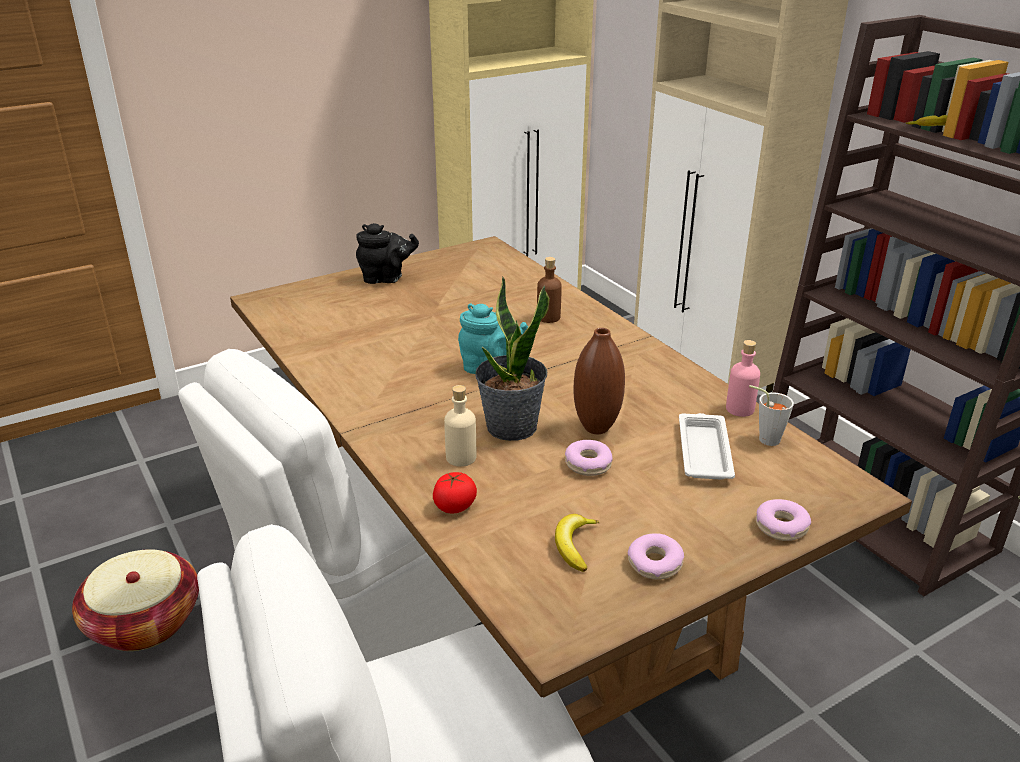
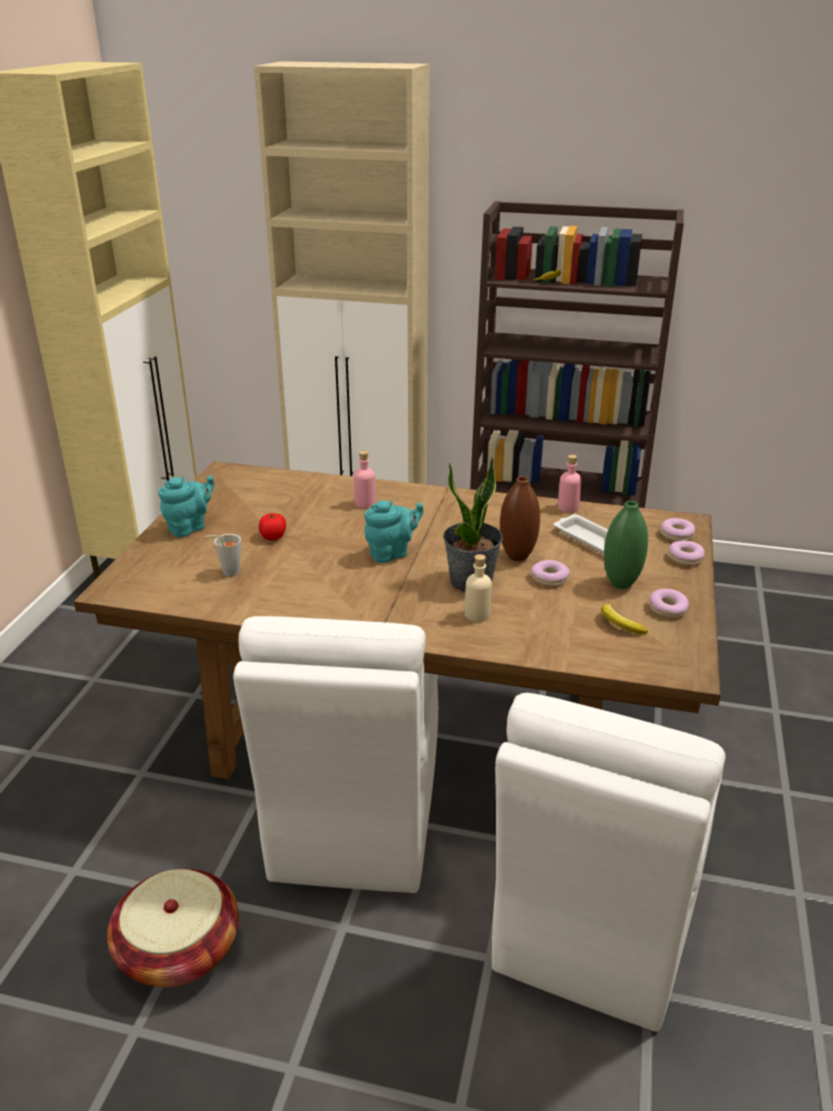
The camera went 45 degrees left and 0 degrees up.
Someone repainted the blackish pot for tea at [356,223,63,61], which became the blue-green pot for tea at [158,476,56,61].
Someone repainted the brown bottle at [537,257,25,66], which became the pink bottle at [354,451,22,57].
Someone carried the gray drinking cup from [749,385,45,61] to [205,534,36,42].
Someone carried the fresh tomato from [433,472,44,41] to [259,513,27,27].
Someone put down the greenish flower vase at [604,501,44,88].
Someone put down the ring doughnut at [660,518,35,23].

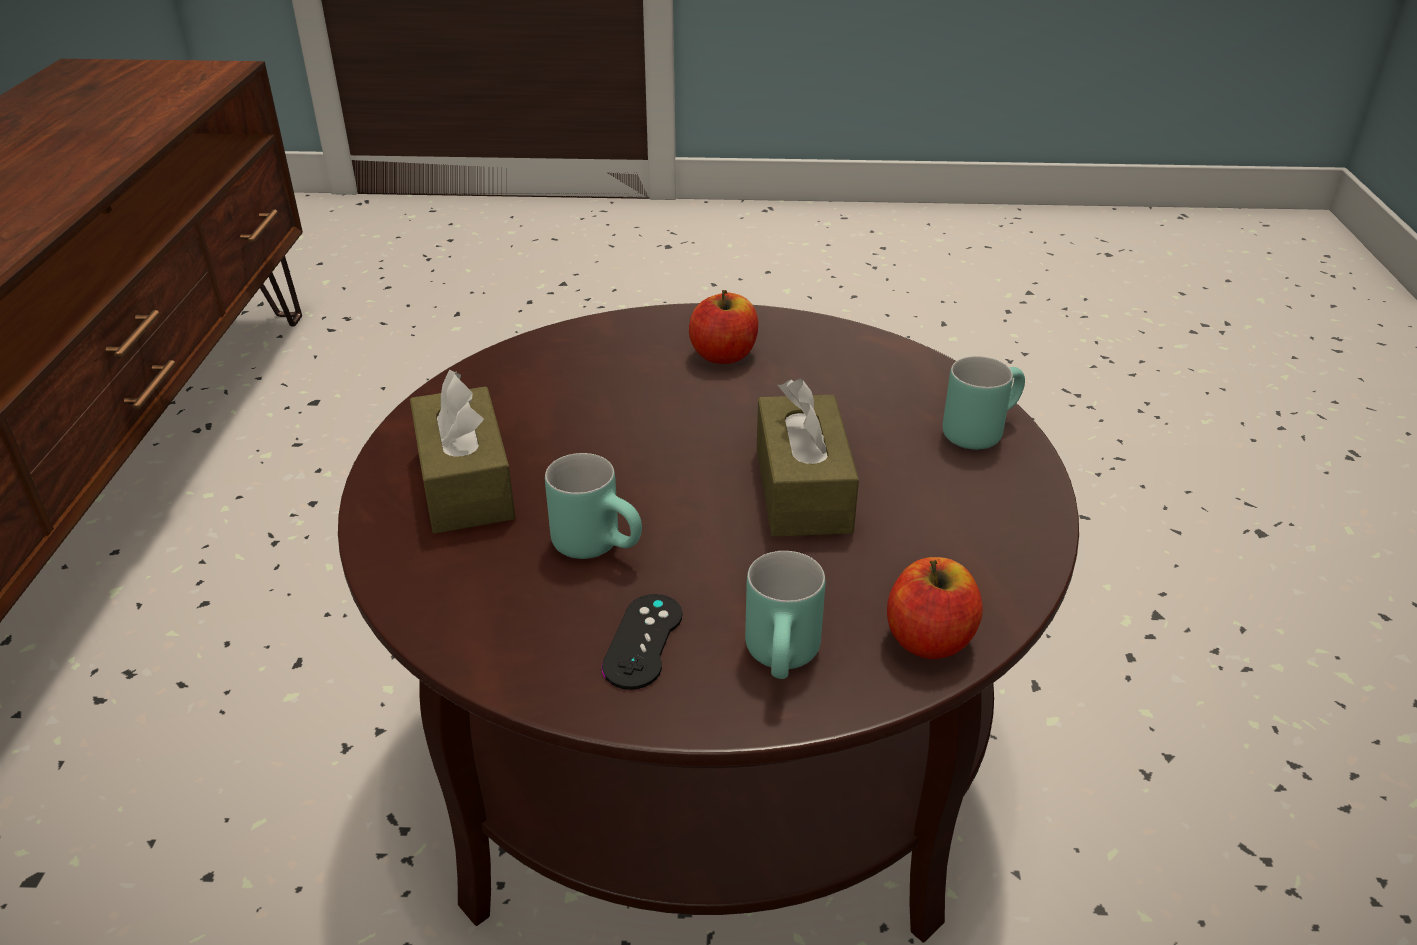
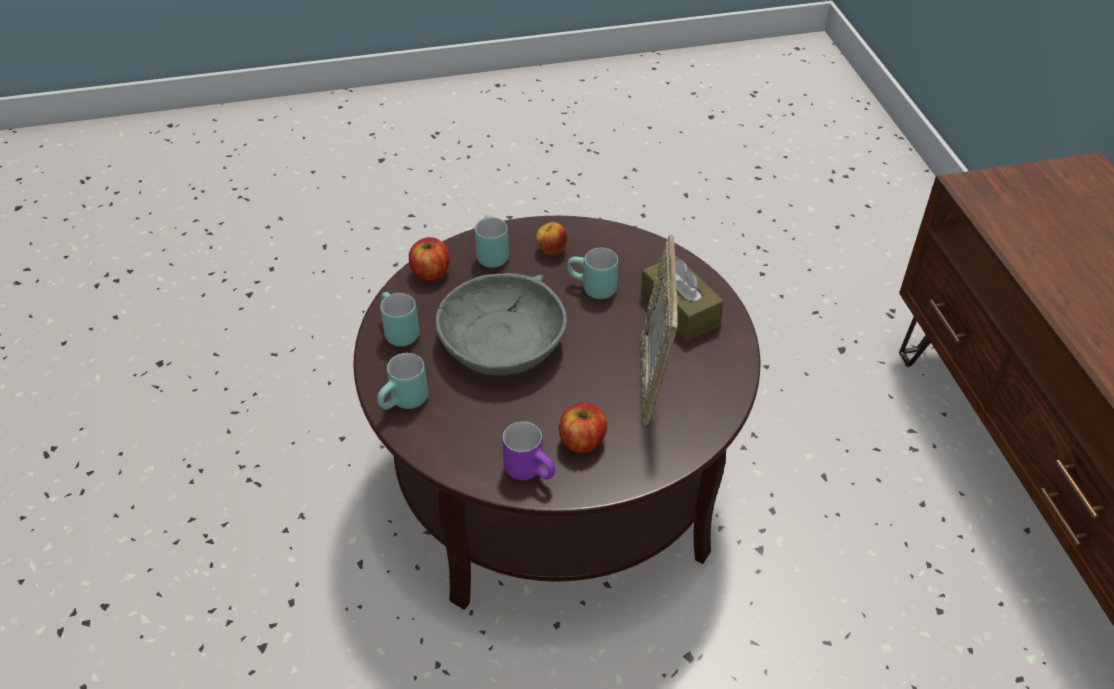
The camera went 165 degrees right and 10 degrees up.
Someone swapped the brown box of tissues at [757,378,102,159] for the gray deep dish at [436,273,131,103].
Someone swapped the blackish game controller at [602,594,80,96] for the apple fruit at [536,222,31,33].
Someone put down the photo frame at [640,235,38,190].
Someone put down the blue-green mug at [380,292,39,54].
Someone put down the purple-coloured mug at [502,421,53,59].

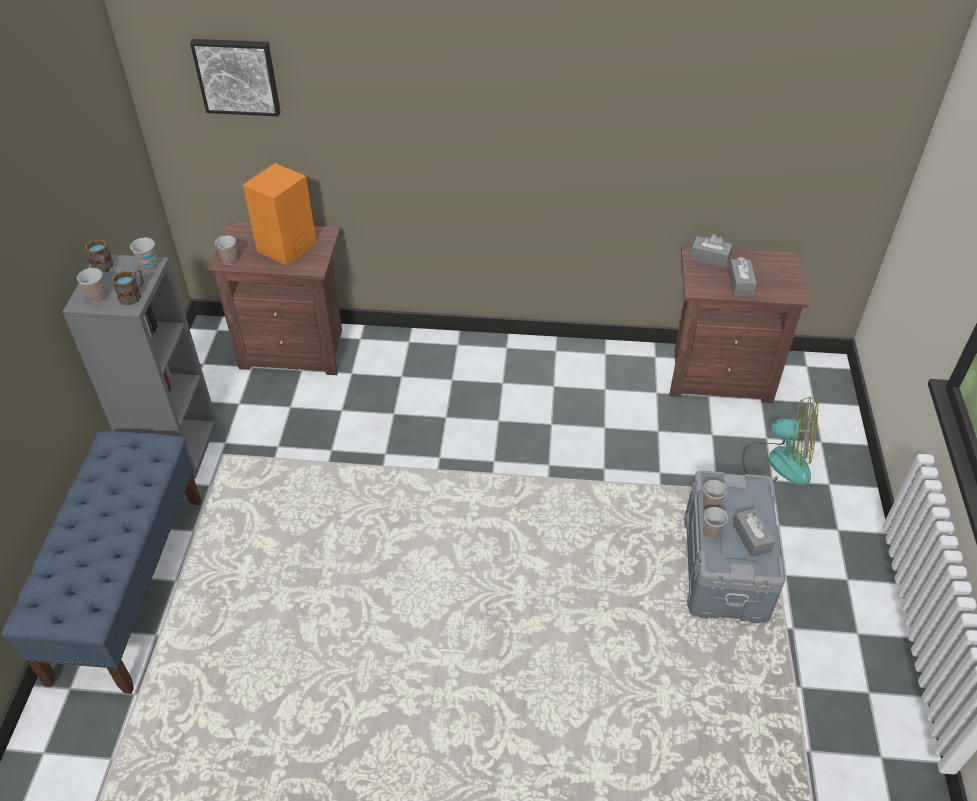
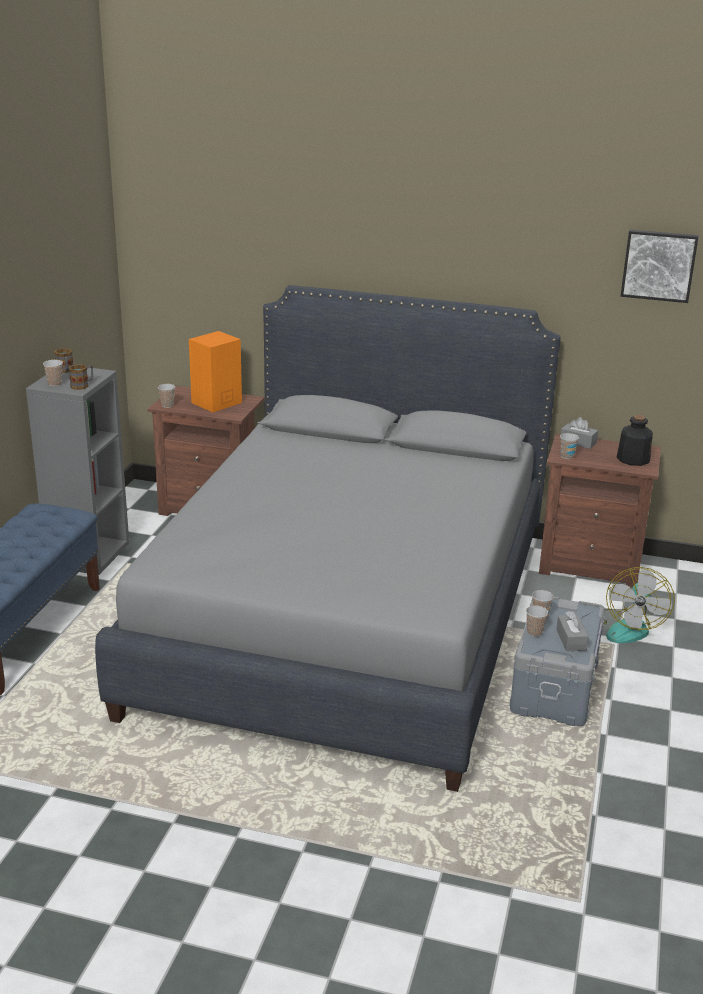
The camera went 10 degrees right and 20 degrees down.
Someone carried the wall art from [190,39,90,77] to [621,230,78,73].
Someone carried the drinking cup from [130,238,27,33] to [560,433,19,26].
Someone took away the gray box of tissues at [728,257,29,39].
Someone rotated the cooling fan at [742,397,76,88] by 75 degrees clockwise.
Someone put down the gray bed at [95,285,466,507].
Someone put down the bottle at [617,415,36,51].

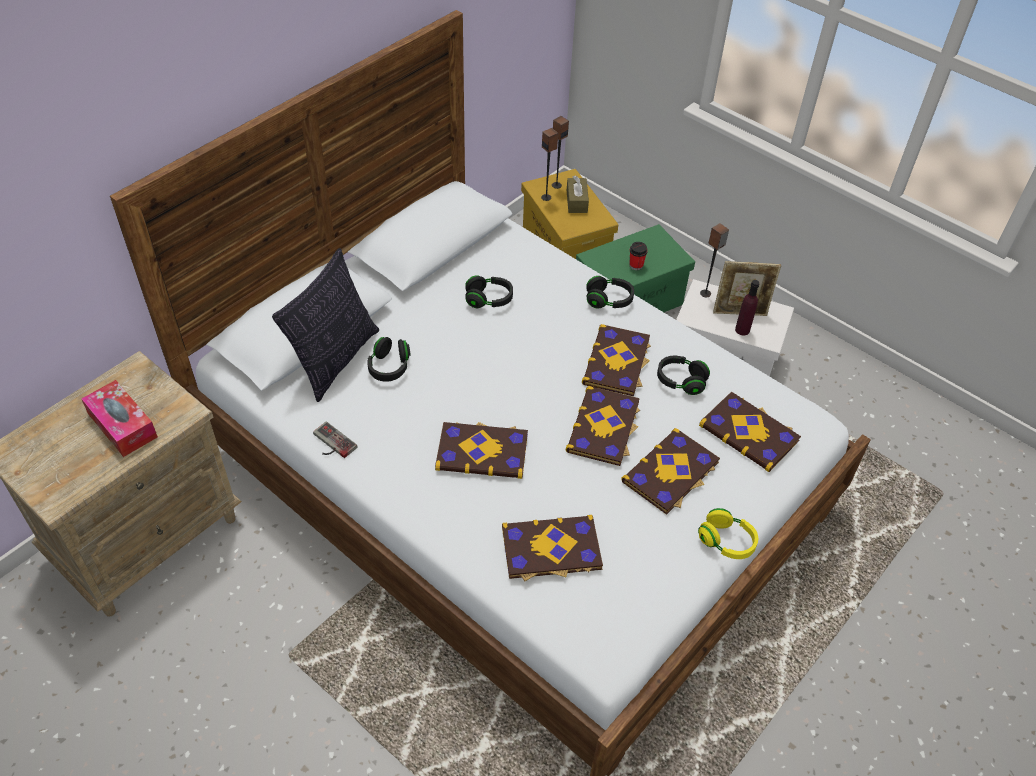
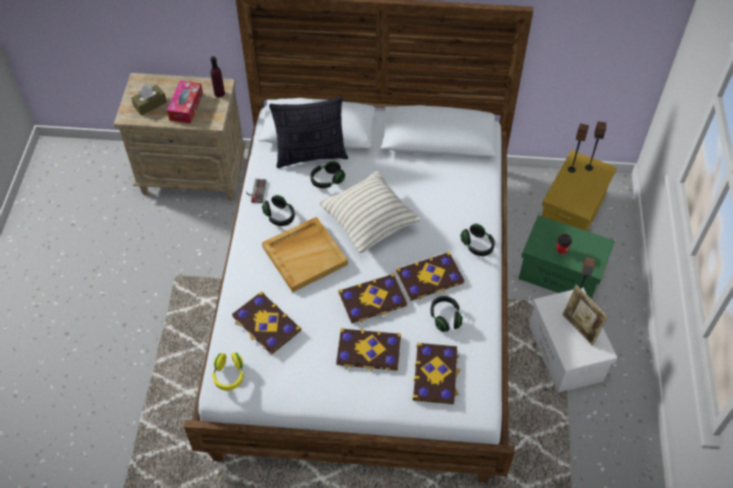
The camera went 55 degrees right and 5 degrees up.
Someone carried the brown box of tissues from [567,176,22,37] to [131,85,36,30].
Someone carried the blackish pair of headphones from [465,275,48,33] to [262,195,33,31].
Someone carried the purple-coloured bottle from [735,280,24,55] to [210,56,15,42].
Someone swapped the book at [435,422,93,57] for the sand-coloured carrying tray at [262,217,86,75].
Someone carried the yellowish pair of headphones from [698,508,60,51] to [212,353,32,38].
Someone put down the throw pillow at [318,171,103,82].

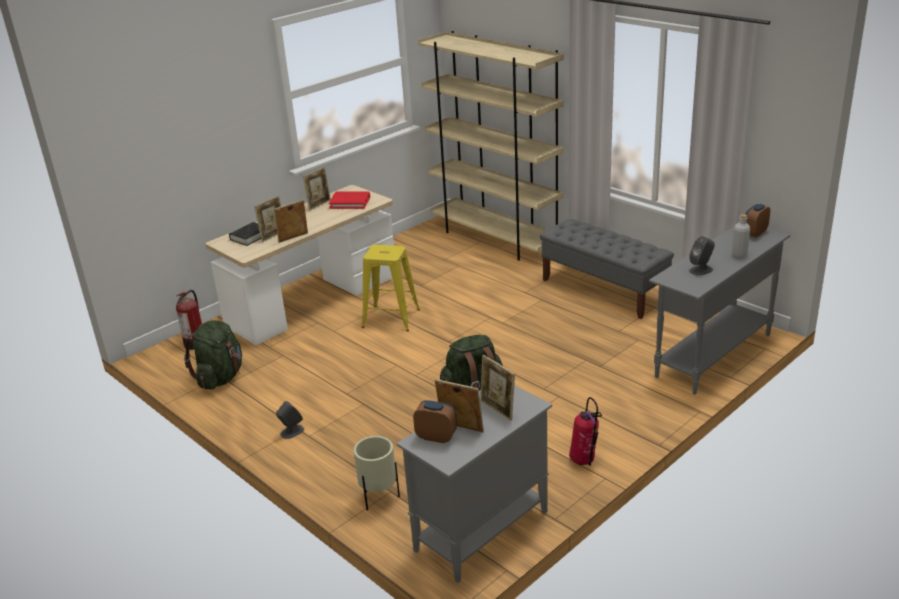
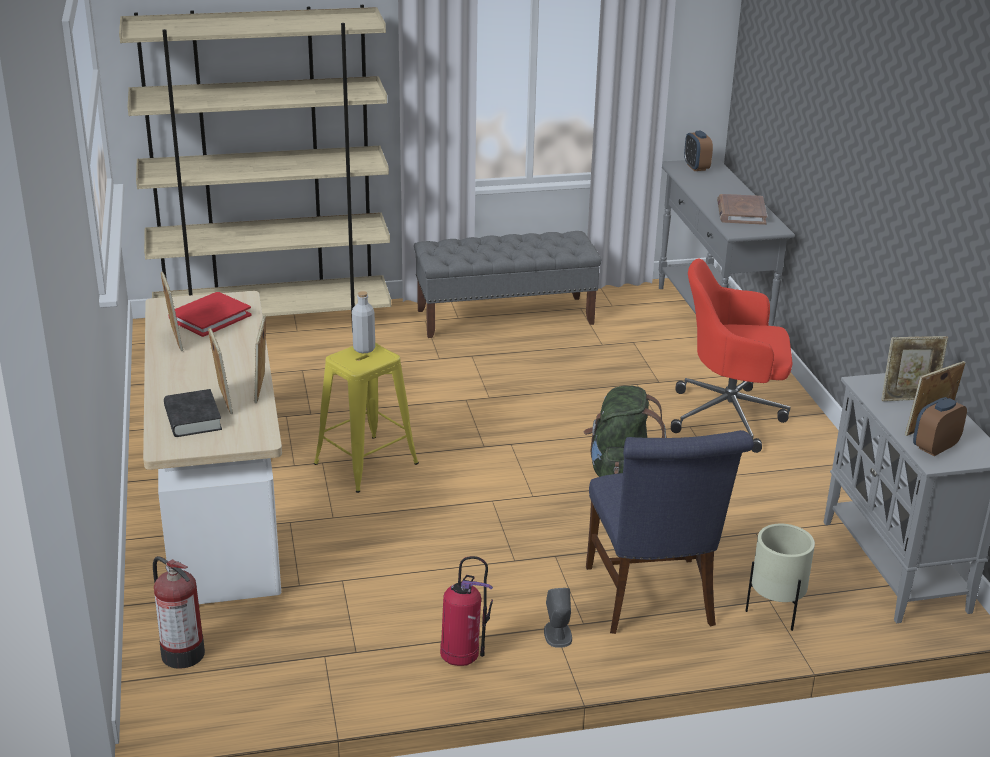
The camera went 60 degrees left and 0 degrees up.
Someone carried the gray bottle from [732,214,18,44] to [352,291,23,62].
Someone swapped the gray audio speaker at [689,236,26,39] for the brown book at [717,194,50,31].
Someone took away the greenish knapsack at [184,320,58,69].
Someone carried the fire extinguisher from [569,397,33,69] to [440,556,53,110].
Someone put down the reddish office chair at [671,259,122,194].
Someone put down the blue chair at [586,430,168,204].

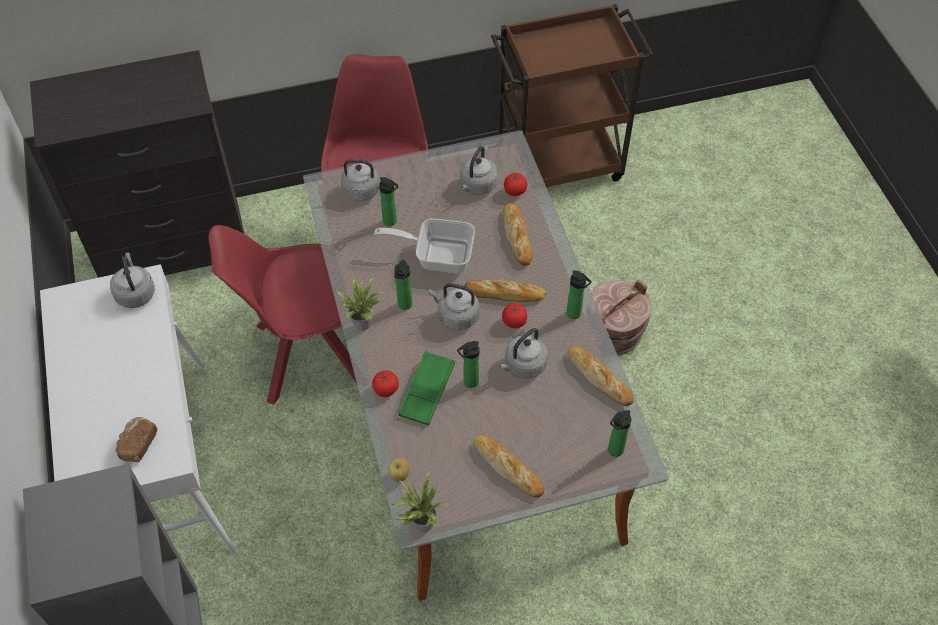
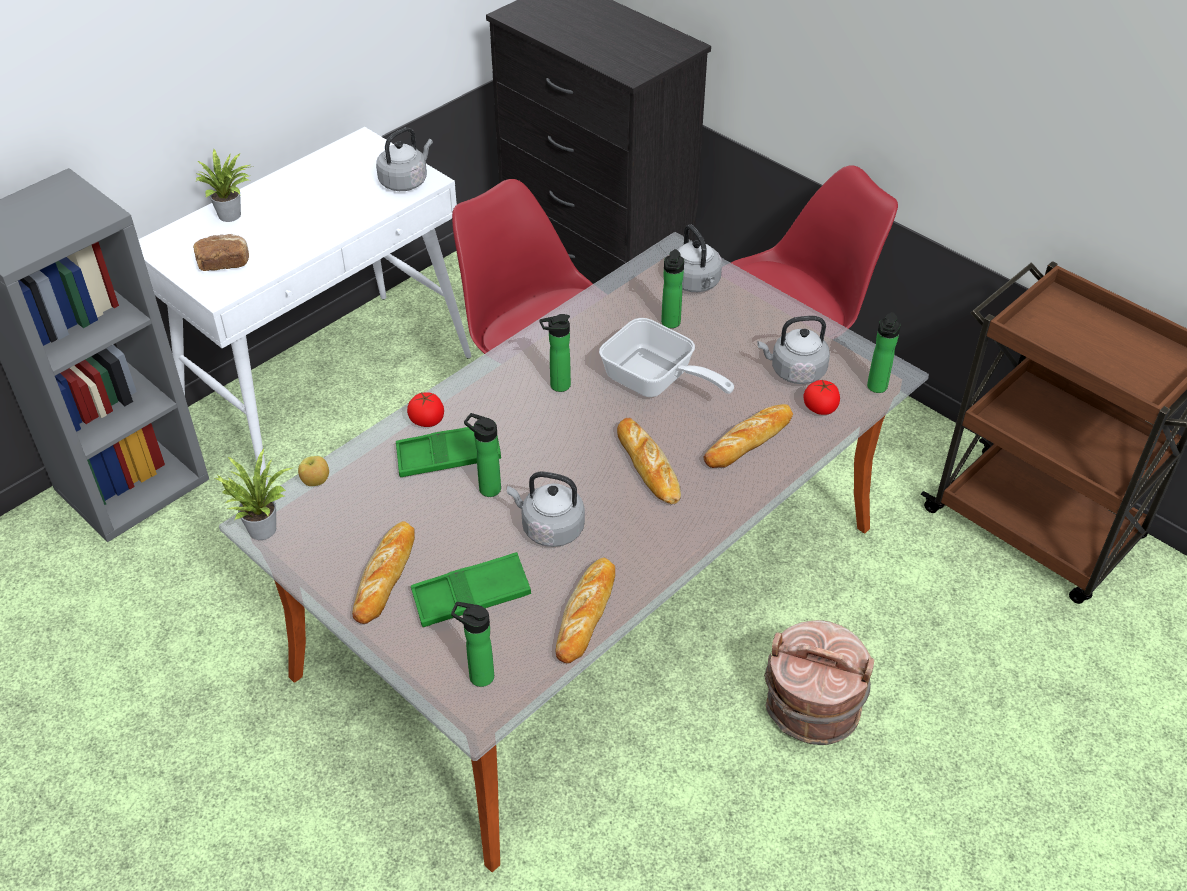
The camera went 60 degrees right and 10 degrees down.
Someone rotated the skillet at [374,218,101,55] by 150 degrees clockwise.
Someone carried the bottle from [566,270,26,49] to [867,312,34,81].
Someone carried the plant in a pot from [335,276,50,55] to [195,149,59,73].
Someone took away the gray kettle at [429,283,51,47].
Someone took away the fresh tomato at [502,303,25,25].
Someone put down the greenish carrying tray at [411,552,120,75].

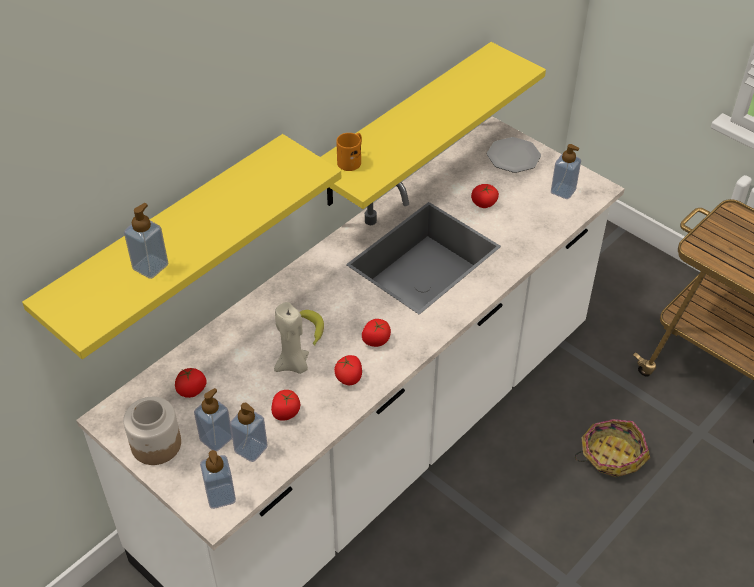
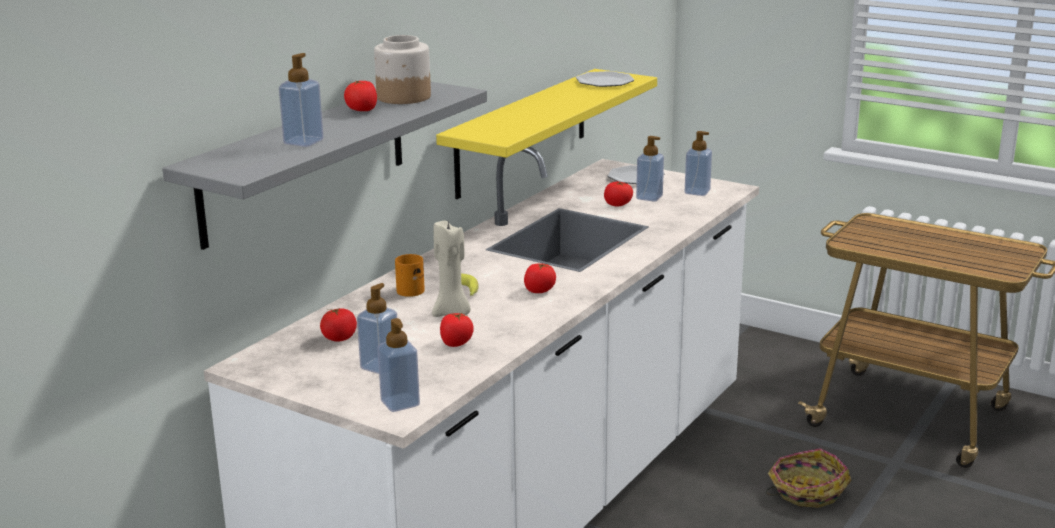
The camera went 10 degrees left and 25 degrees down.
Someone carried the orange mug from [336,133,26,38] to [395,254,30,43].
Someone repainted the yellowish wall shelf at [22,134,319,225], which became the gray wall shelf at [162,82,325,168].
Someone carried the fresh tomato from [334,355,28,30] to [344,81,33,30].
Someone carried the storage jar from [123,397,58,68] to [374,35,57,69].
Someone carried the liquid soap bottle from [230,403,38,59] to [636,136,28,66].
Someone put down the plate at [576,71,58,16].

